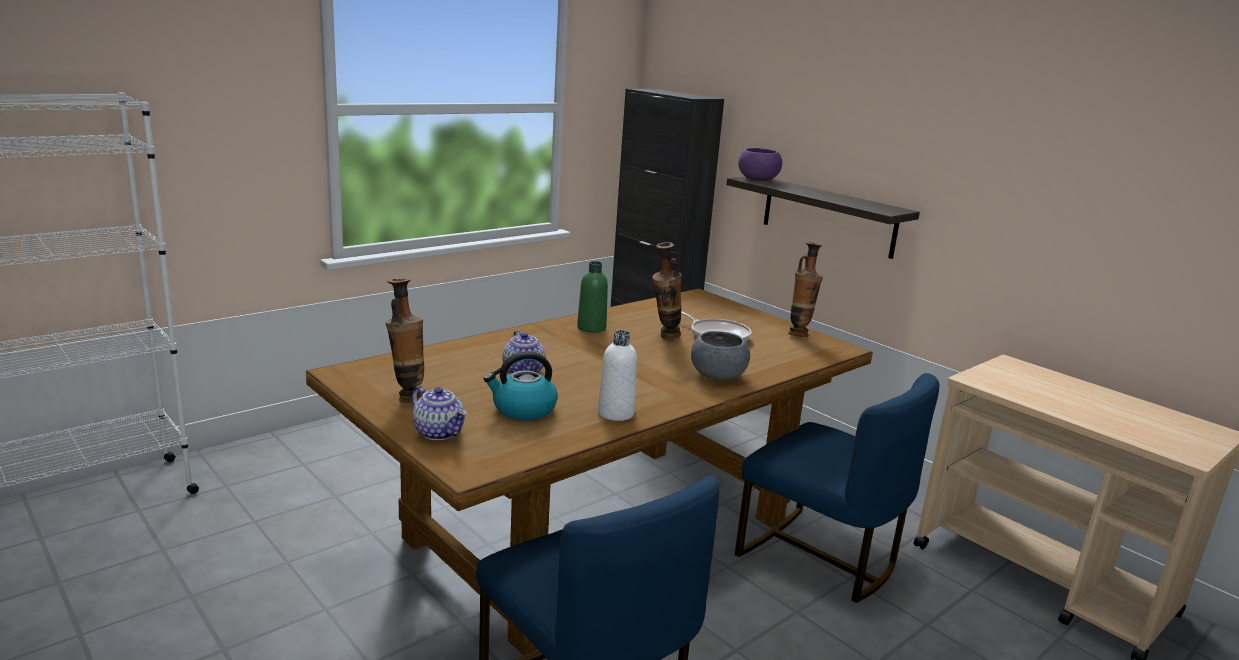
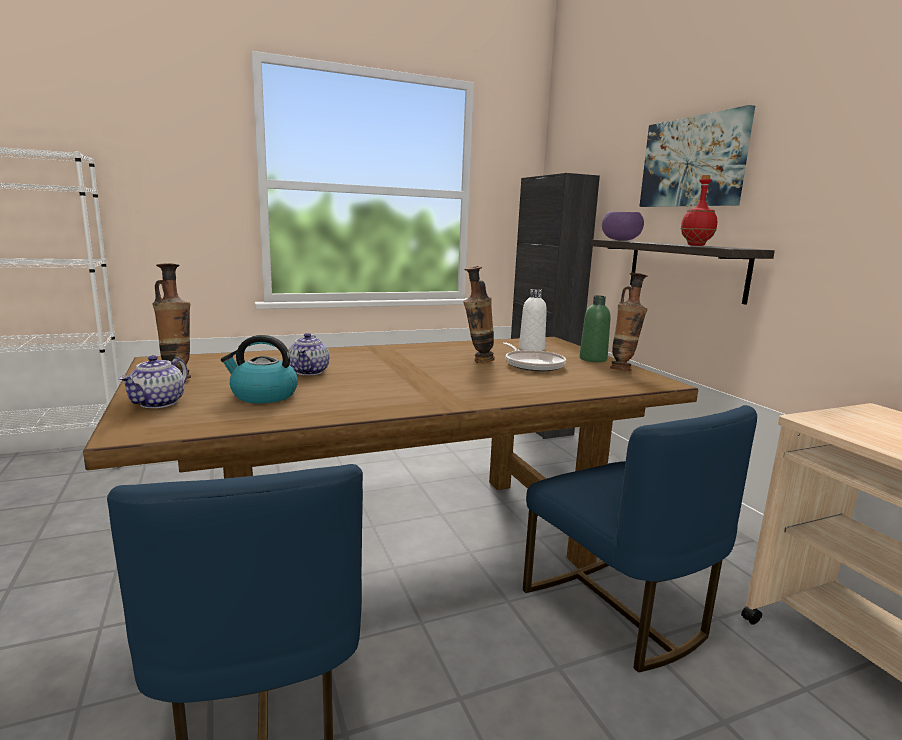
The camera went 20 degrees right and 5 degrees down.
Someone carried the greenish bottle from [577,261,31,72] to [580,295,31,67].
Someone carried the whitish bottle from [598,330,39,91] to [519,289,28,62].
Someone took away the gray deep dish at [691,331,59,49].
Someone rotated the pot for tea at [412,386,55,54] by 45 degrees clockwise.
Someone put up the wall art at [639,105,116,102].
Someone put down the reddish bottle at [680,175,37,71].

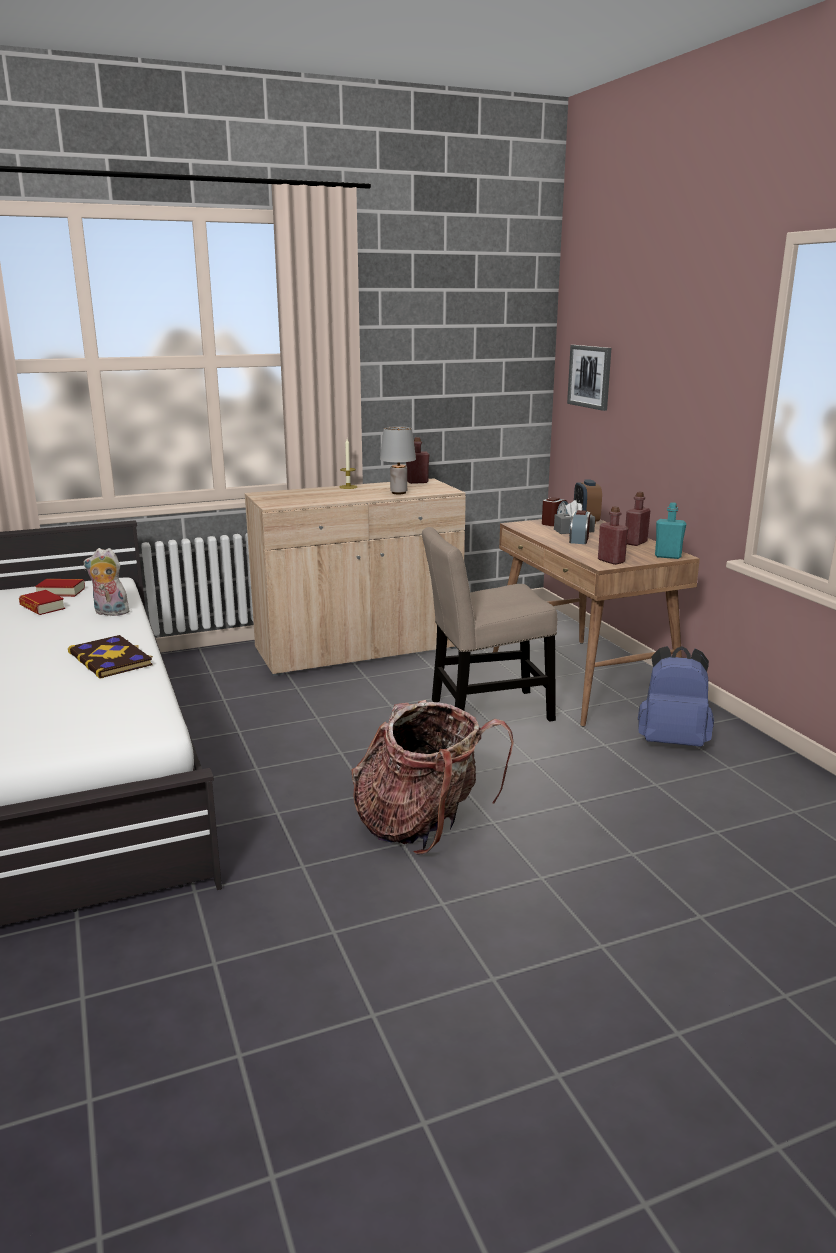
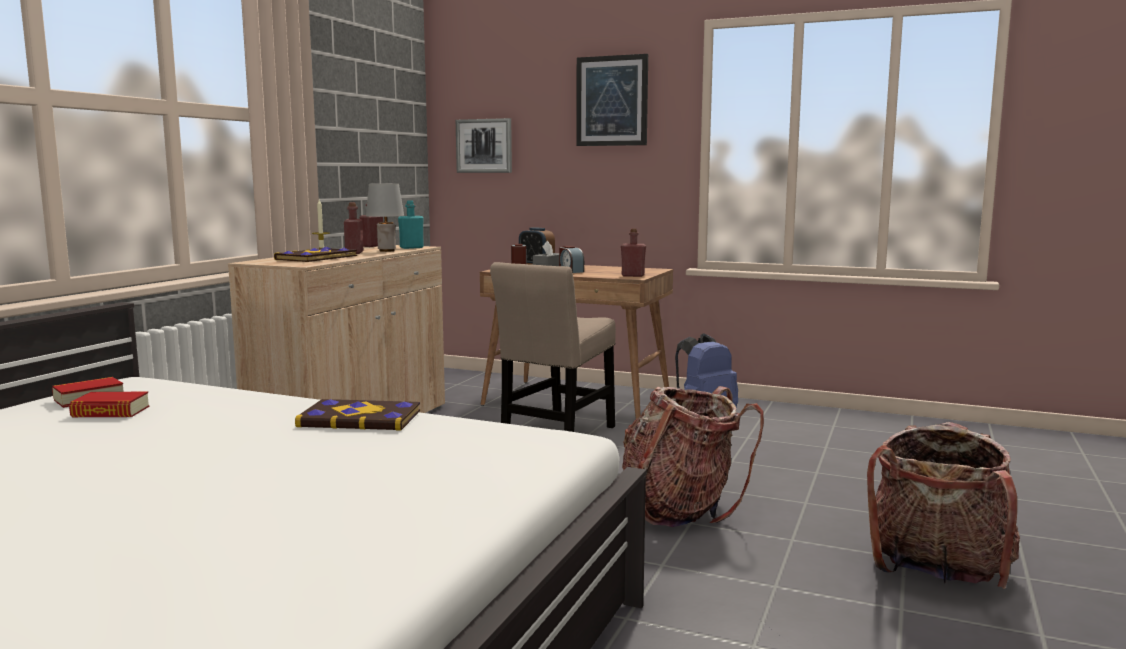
The camera went 45 degrees left and 10 degrees down.
Someone carried the reddish bottle from [625,492,25,54] to [344,202,19,52].
Someone carried the blue-green bottle from [655,502,32,57] to [398,200,26,49].
Someone took away the soft toy at [83,548,47,68].
Someone put up the wall art at [576,54,72,92].
Someone put down the book at [274,247,83,15].
Someone put down the knapsack at [867,422,153,167].

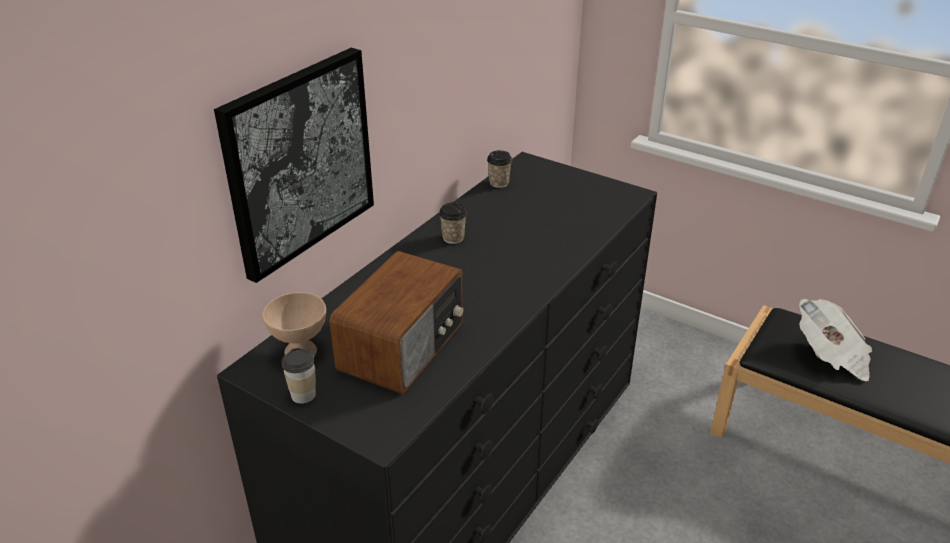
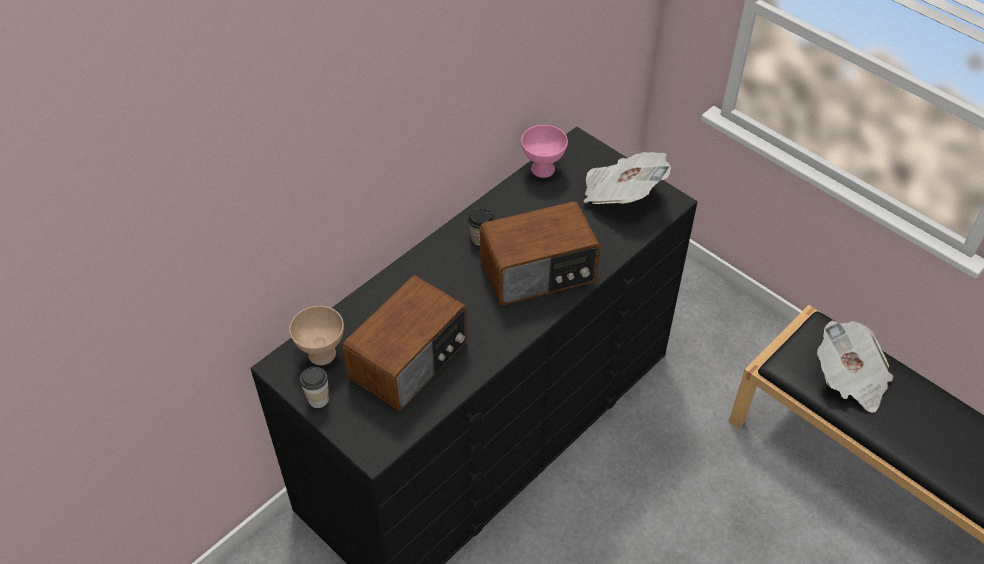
The camera went 10 degrees right and 15 degrees up.
Someone took away the wall art at [214,48,160,235].
Someone swapped the drinking cup at [487,150,25,38] for the pink deep dish at [521,125,47,53].
Someone put down the printed paper at [584,152,87,52].
Someone put down the radio at [480,201,120,104].

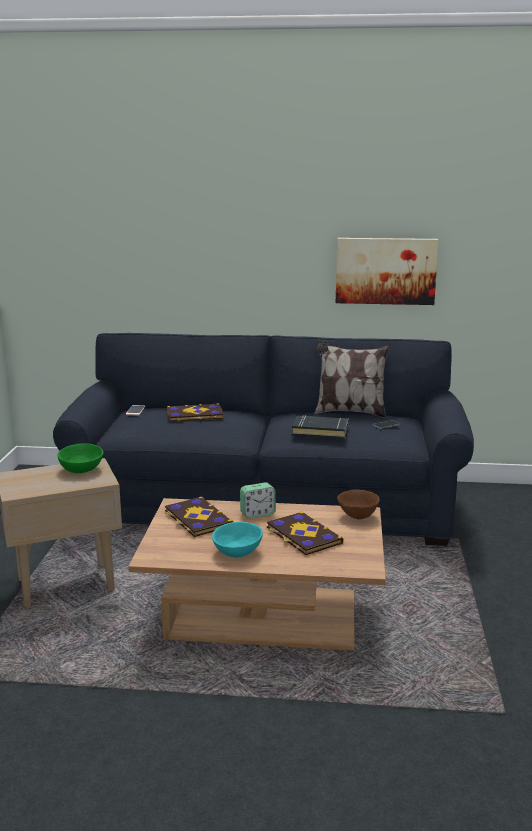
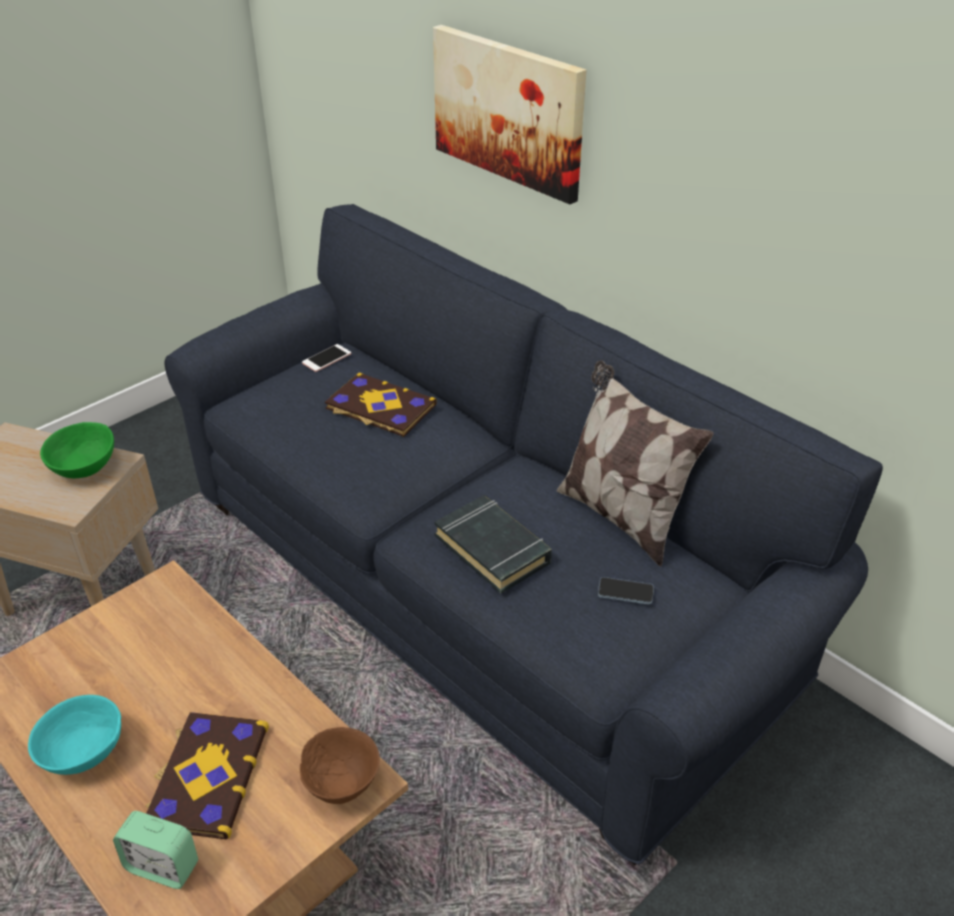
The camera went 40 degrees right and 20 degrees up.
Someone carried the wall art from [336,238,103,67] to [433,25,153,179].
Someone carried the bedside clock from [240,482,36,37] to [113,811,85,78].
Someone took away the book at [165,496,68,41].

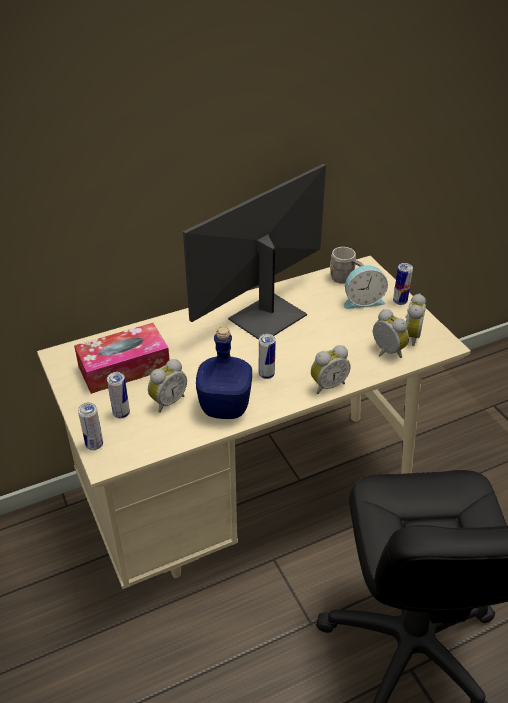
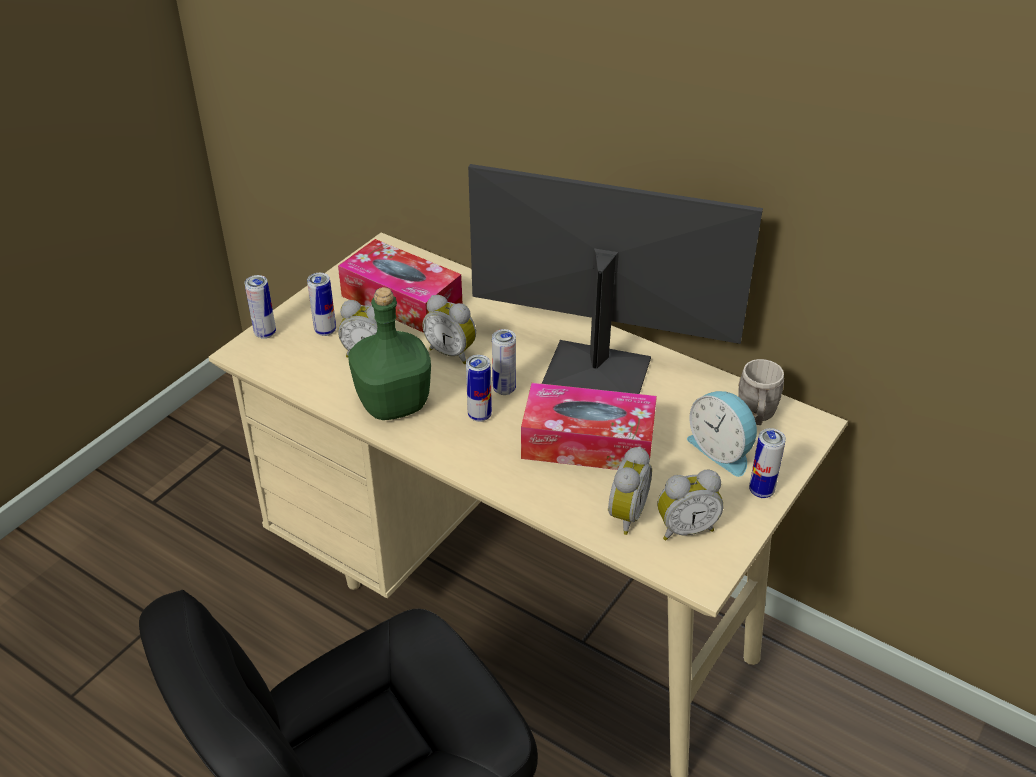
The camera went 60 degrees right and 0 degrees up.
Someone repainted the blue bottle at [196,327,56,92], which became the greenish bottle at [348,287,83,133].
Someone carried the bedside clock from [311,345,40,49] to [423,295,53,69].
Someone put down the metal can at [492,329,24,66].
Someone put down the box of tissues at [521,383,136,87].

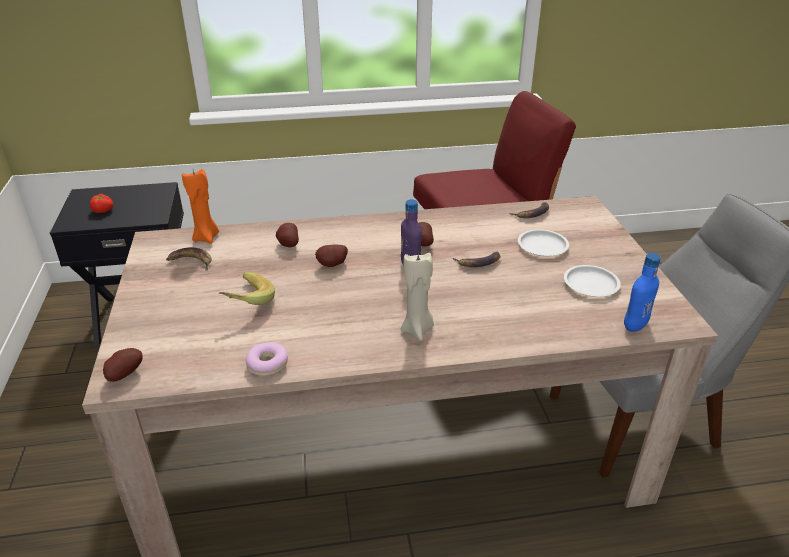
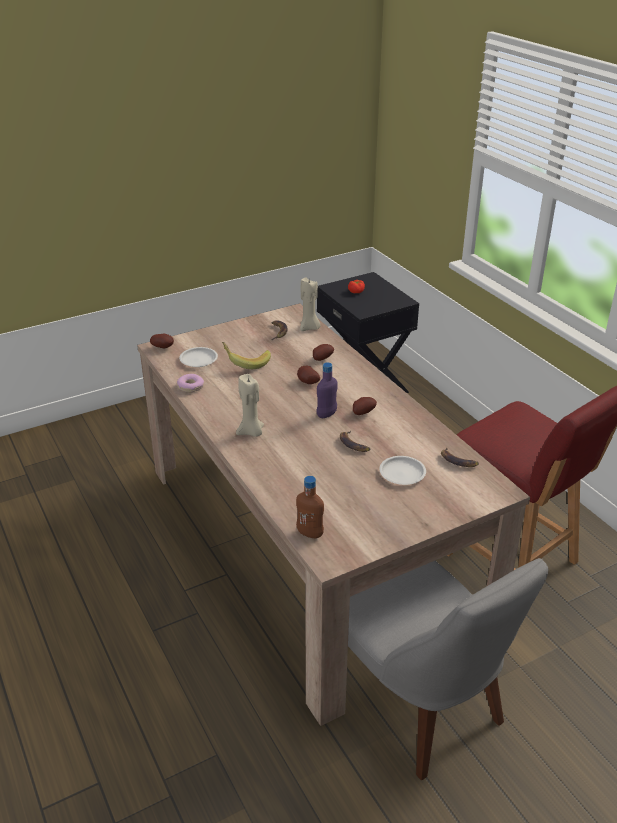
The camera went 70 degrees right and 0 degrees up.
Someone repainted the orange wax light at [182,169,37,75], which became the sand-coloured wax light at [300,277,21,54].
Someone repainted the blue bottle at [624,253,37,79], which became the brown bottle at [296,476,28,62].
Someone carried the whitish plate from [564,265,57,32] to [179,347,39,20].

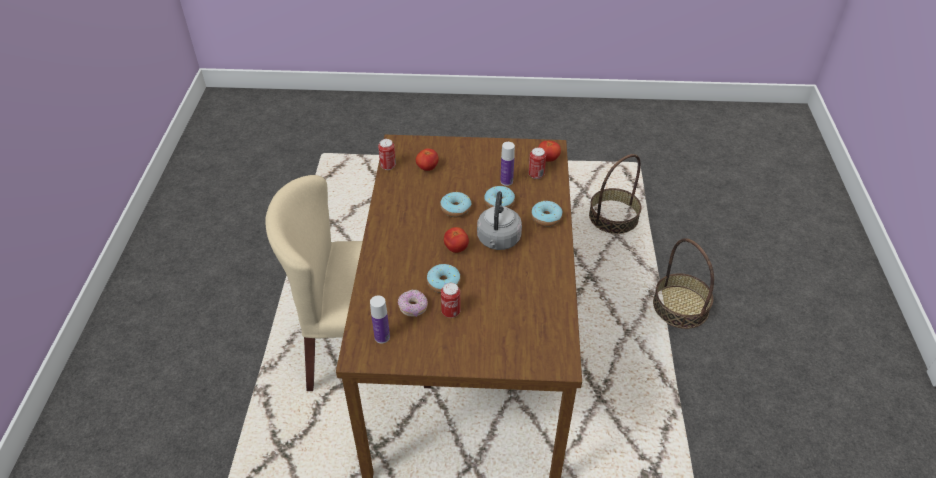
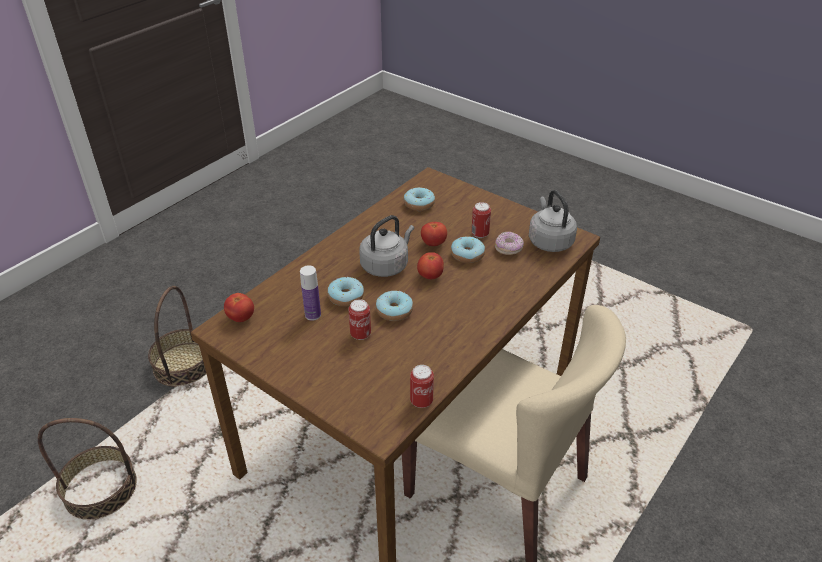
The camera went 145 degrees left and 5 degrees down.
Someone carried the metal can from [529,147,17,32] to [348,299,23,41].
Someone carried the fresh tomato from [416,148,23,23] to [421,222,26,24].
Someone carried the ring doughnut from [531,201,32,26] to [404,187,31,24].
Someone swapped the bottle at [370,295,20,48] for the gray kettle at [529,190,48,62].

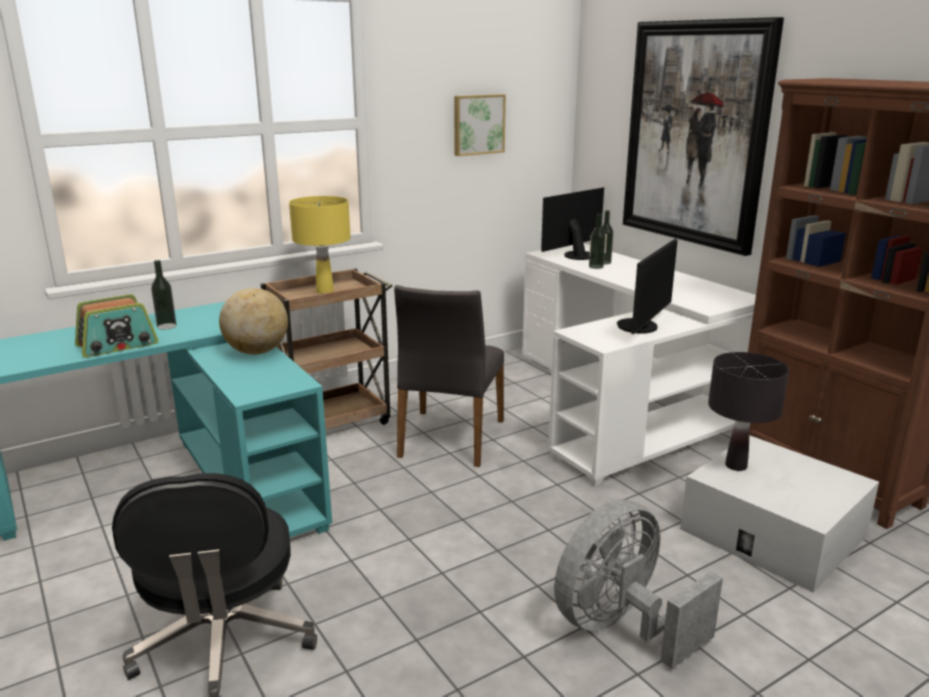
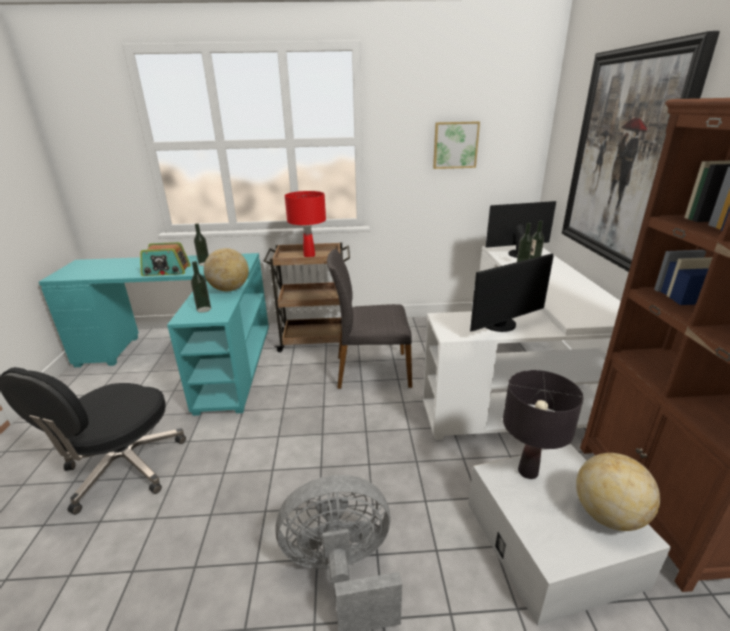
The camera went 30 degrees right and 5 degrees up.
Someone repainted the yellowish table lamp at [289,196,62,98], which became the reddish table lamp at [285,191,41,66].
Someone rotated the gray chair at [394,285,110,182] by 45 degrees clockwise.
Someone put down the bottle at [191,261,20,52].
Someone put down the globe at [576,453,84,78].

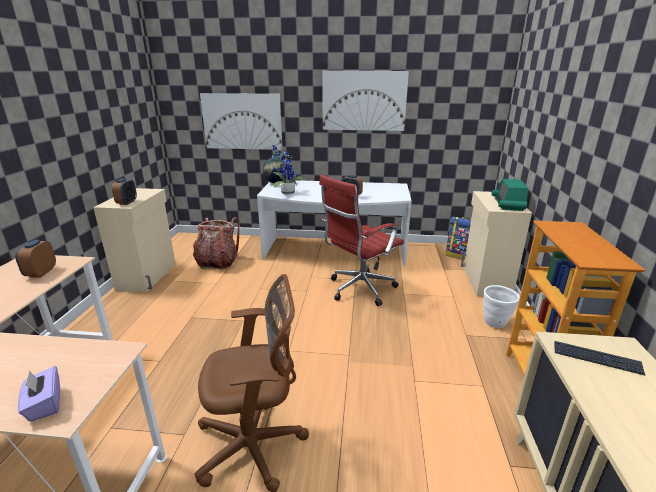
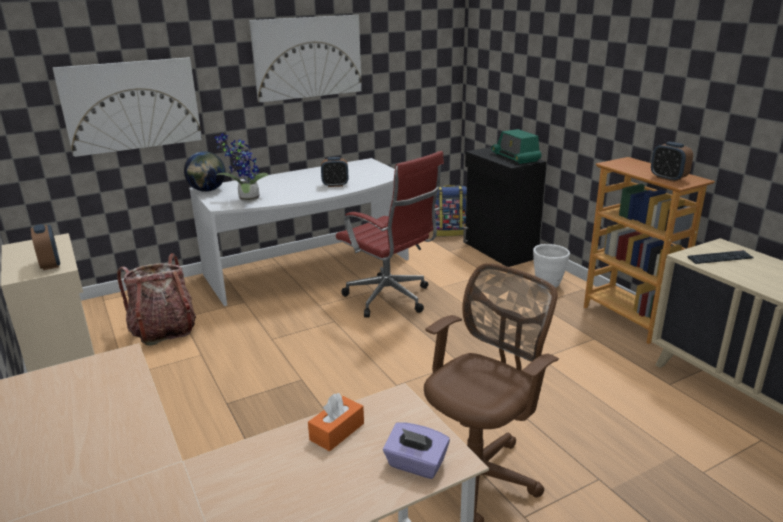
The camera went 35 degrees left and 0 degrees up.
Someone rotated the reddish office chair at [319,174,85,132] by 60 degrees counterclockwise.
Someone repainted the sand-coloured cabinet at [461,191,71,106], which became the blackish cabinet at [463,147,83,120].
Someone carried the bedside clock from [15,240,41,38] to [651,142,42,40].
Someone put down the orange box of tissues at [308,393,56,58].

